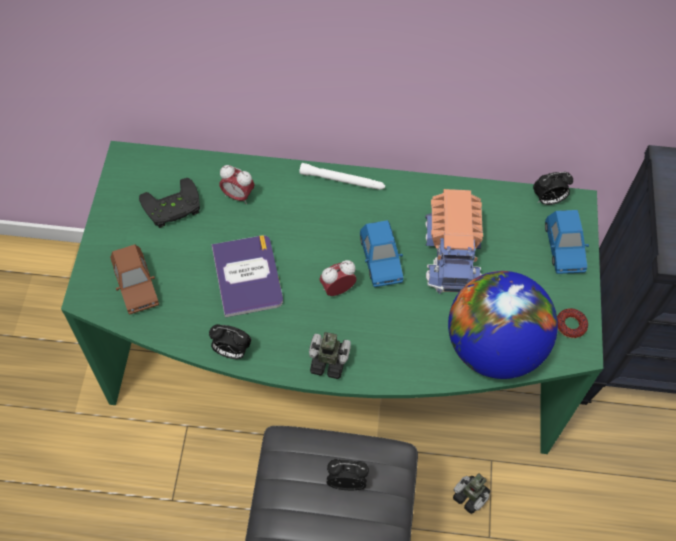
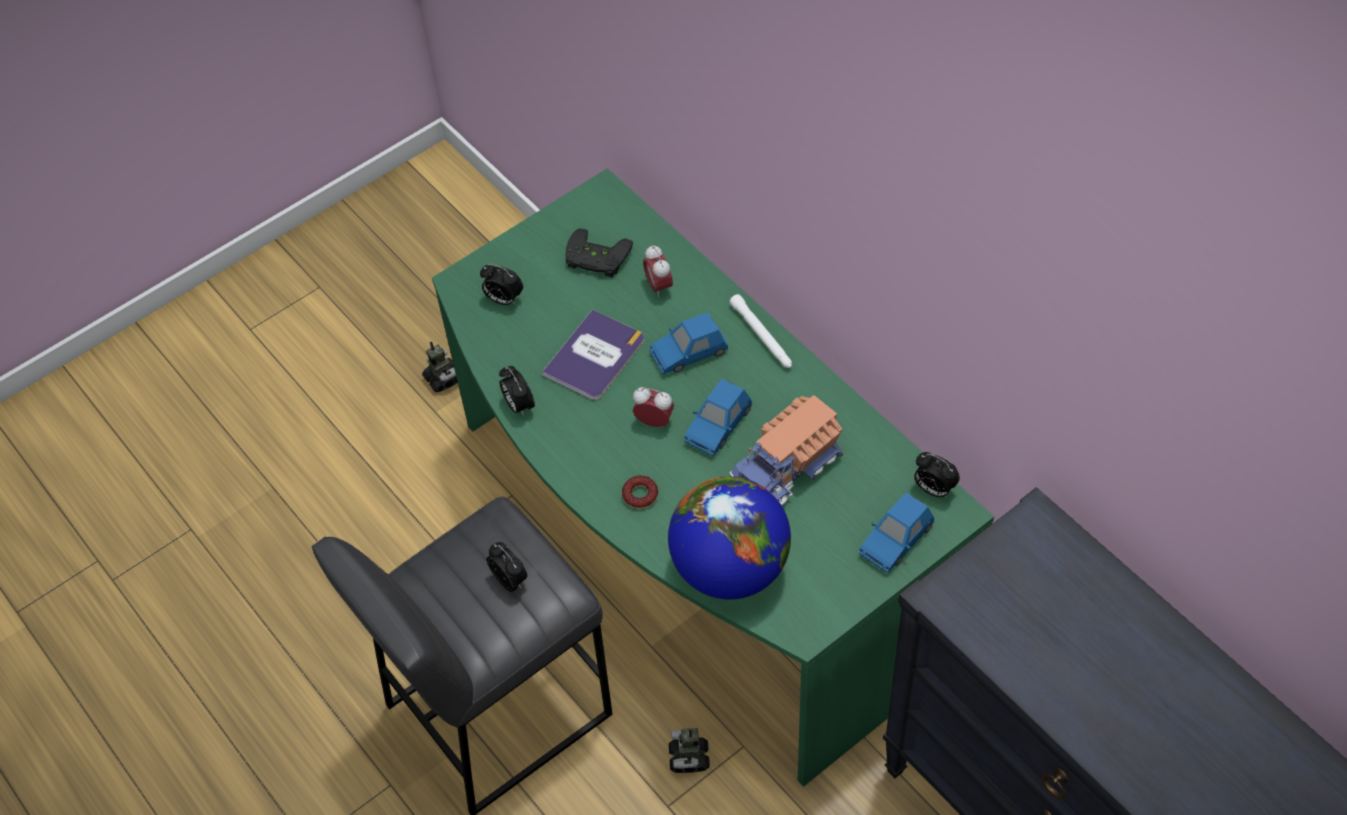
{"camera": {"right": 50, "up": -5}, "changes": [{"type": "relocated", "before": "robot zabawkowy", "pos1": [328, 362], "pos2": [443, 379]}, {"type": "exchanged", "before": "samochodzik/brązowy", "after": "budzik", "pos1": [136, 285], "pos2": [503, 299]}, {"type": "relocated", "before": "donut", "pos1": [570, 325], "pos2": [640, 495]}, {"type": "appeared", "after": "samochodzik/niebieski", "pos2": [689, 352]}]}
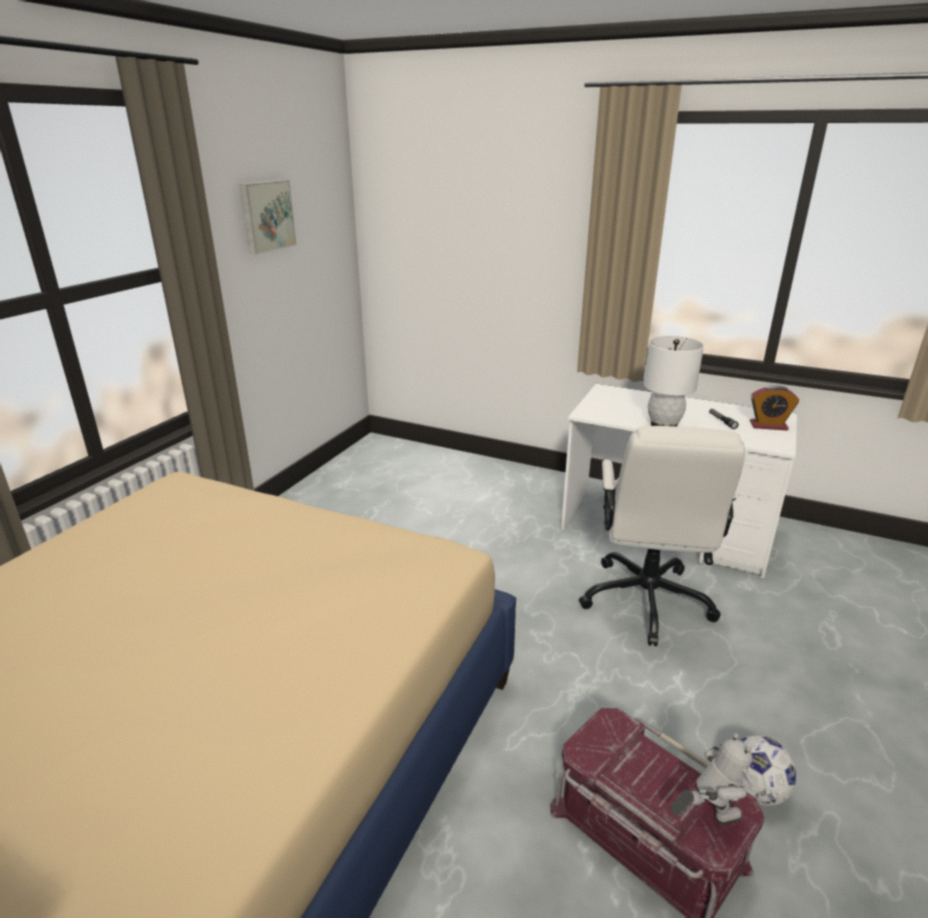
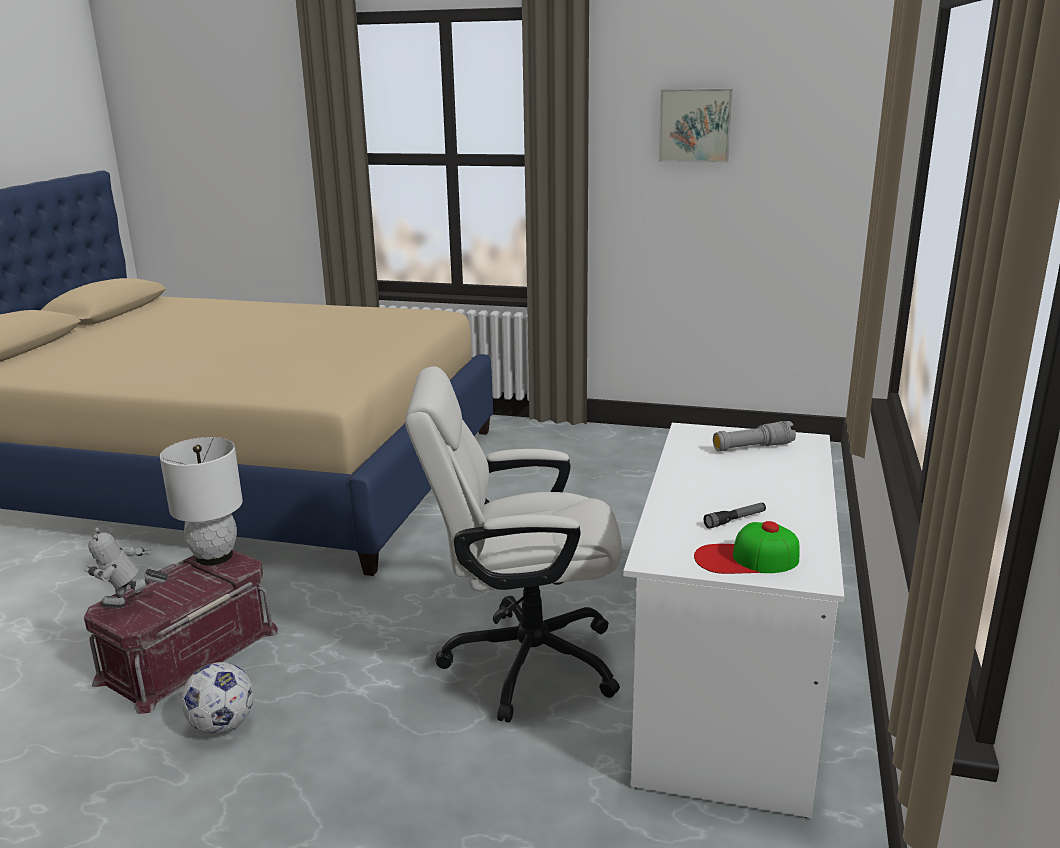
{"camera": {"right": 80, "up": -5}, "changes": [{"type": "spun", "before": "robot zabawkowy", "pos1": [706, 818], "pos2": [131, 607], "turn": 105}, {"type": "relocated", "before": "lampa stołowa/biały", "pos1": [663, 425], "pos2": [215, 556]}, {"type": "exchanged", "before": "budzik", "after": "czapka z daszkiem", "pos1": [768, 426], "pos2": [746, 558]}, {"type": "appeared", "after": "latarka/szary", "pos2": [752, 447]}]}
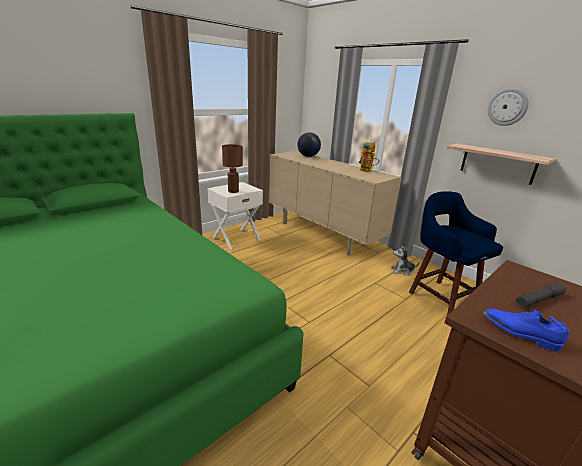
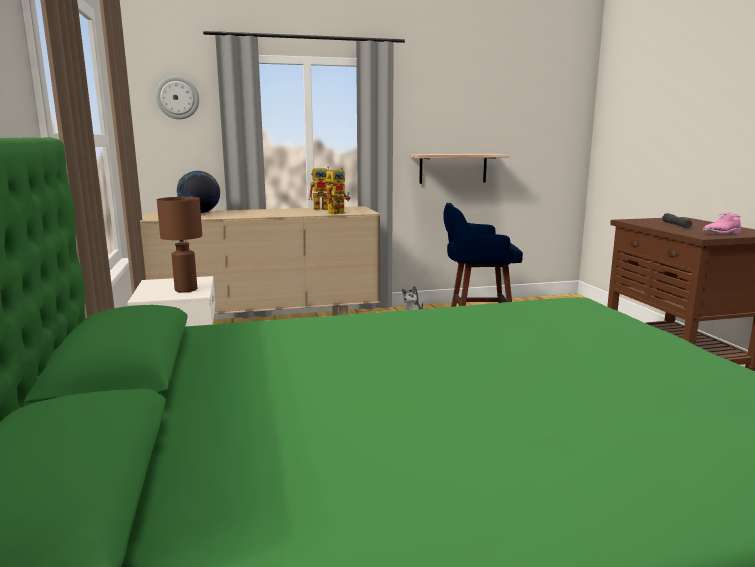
{"camera": {"right": -60, "up": -10}, "changes": [{"type": "relocated", "before": "zegar ścienny", "pos1": [507, 107], "pos2": [177, 98]}, {"type": "appeared", "after": "robot zabawkowy", "pos2": [338, 212]}, {"type": "colour", "before": "but/niebieski", "after": "but/różowy", "pos1": [519, 333], "pos2": [721, 234]}]}
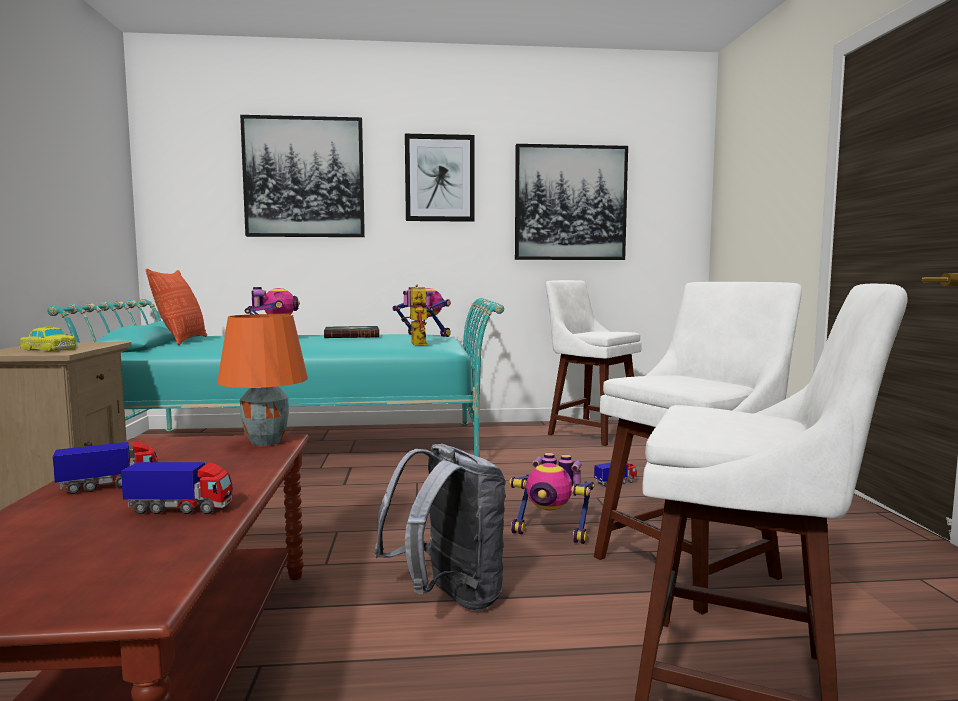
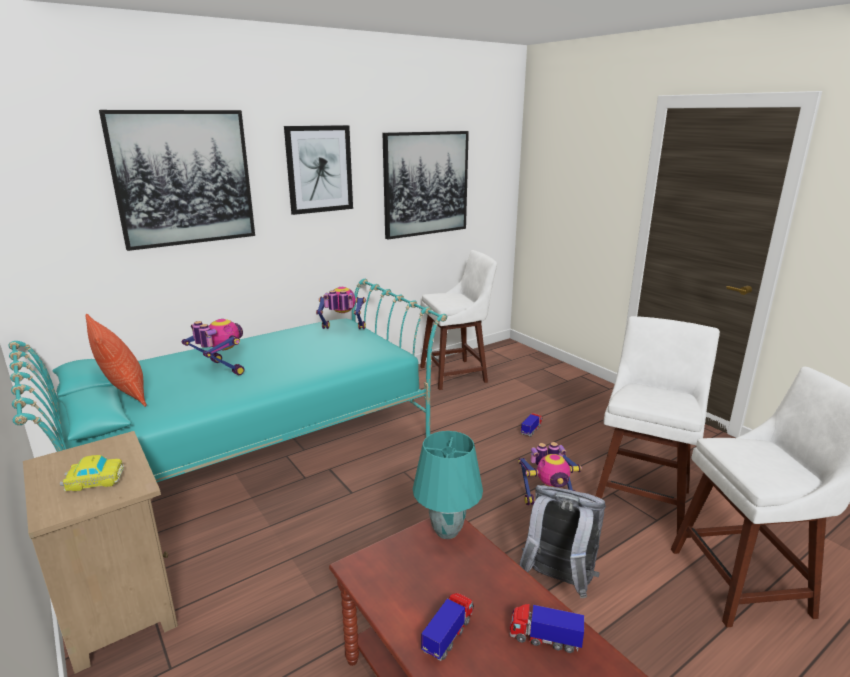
{"camera": {"right": -30, "up": 15}, "changes": [{"type": "colour", "before": "lampa stołowa/pomarańczowy", "after": "lampa stołowa/turkusowy", "pos1": [267, 442], "pos2": [447, 531]}, {"type": "spun", "before": "krzesło/biały", "pos1": [590, 432], "pos2": [457, 374], "turn": 150}, {"type": "spun", "before": "ciężarówka zabawkowa", "pos1": [181, 509], "pos2": [544, 639], "turn": -135}, {"type": "missing", "before": "książka", "pos1": [352, 335]}, {"type": "missing", "before": "robot zabawkowy", "pos1": [416, 343]}]}
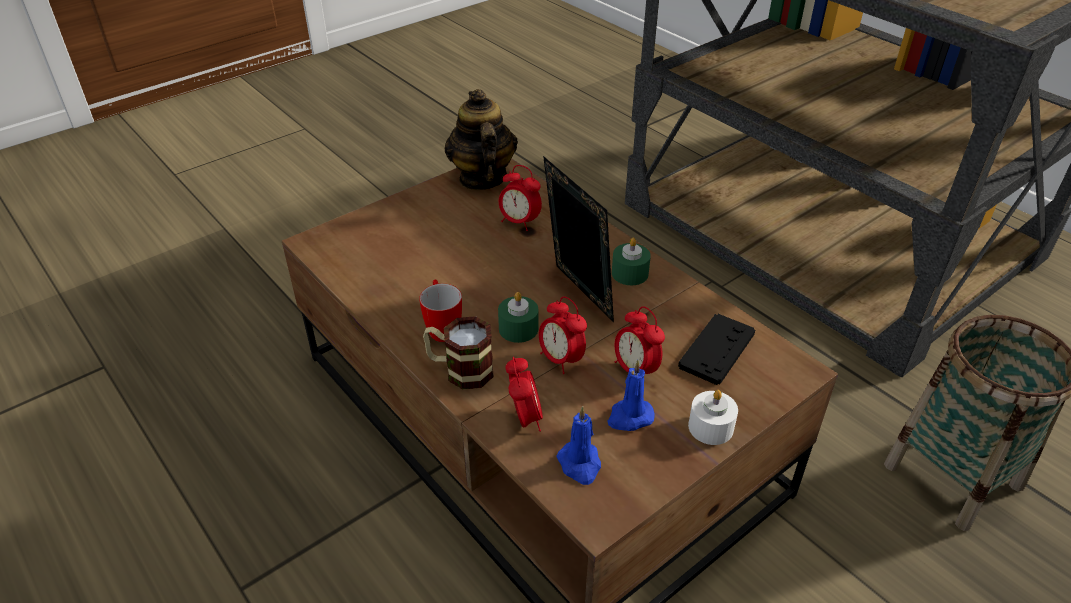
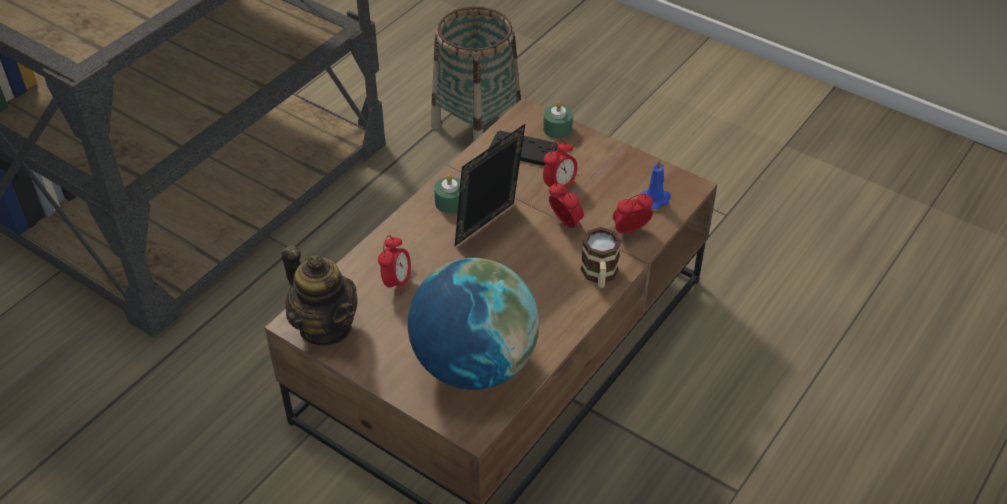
{"camera": {"right": -105, "up": 5}, "changes": [{"type": "spun", "before": "imbryk", "pos1": [482, 178], "pos2": [325, 327], "turn": -105}, {"type": "appeared", "after": "globus", "pos2": [474, 364]}, {"type": "relocated", "before": "świeca/zielony", "pos1": [518, 328], "pos2": [557, 129]}, {"type": "spun", "before": "budzik", "pos1": [561, 359], "pos2": [565, 224], "turn": -75}, {"type": "missing", "before": "kubek", "pos1": [442, 327]}, {"type": "missing", "before": "świeca/niebieski", "pos1": [629, 417]}, {"type": "missing", "before": "świeca/biały", "pos1": [710, 427]}]}
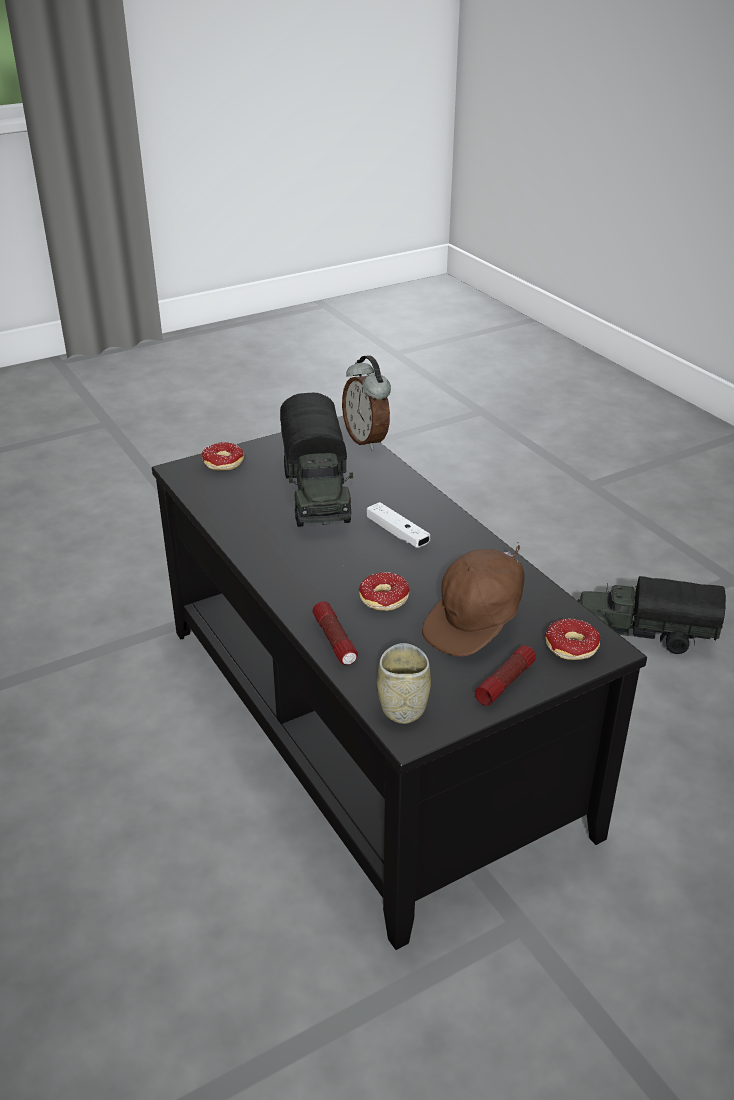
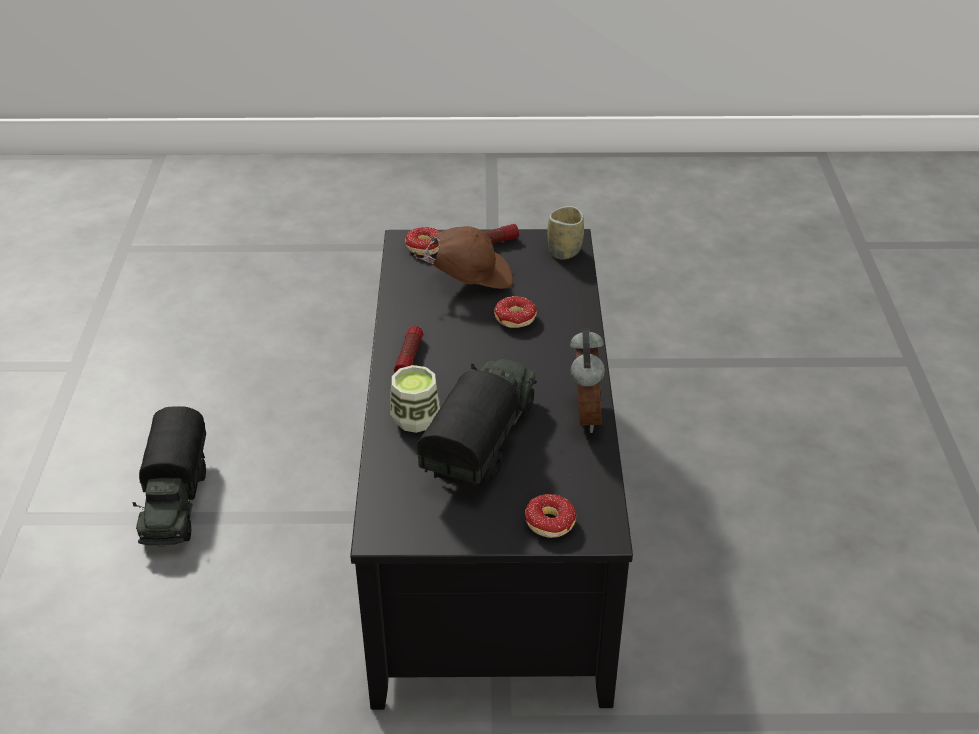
{"camera": {"right": -150, "up": 5}, "changes": [{"type": "spun", "before": "ciężarówka zabawkowa", "pos1": [642, 634], "pos2": [175, 501], "turn": 45}, {"type": "appeared", "after": "filiżanka", "pos2": [415, 419]}, {"type": "relocated", "before": "latarka", "pos1": [335, 641], "pos2": [409, 357]}, {"type": "relocated", "before": "budzik", "pos1": [367, 440], "pos2": [584, 416]}, {"type": "missing", "before": "pad do gier/biały", "pos1": [397, 533]}]}
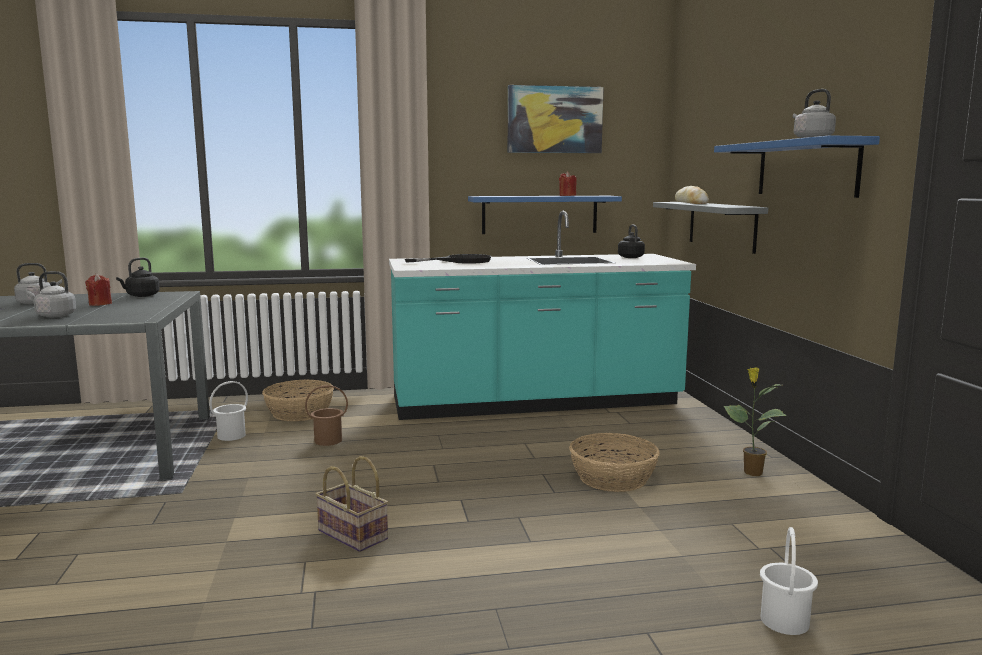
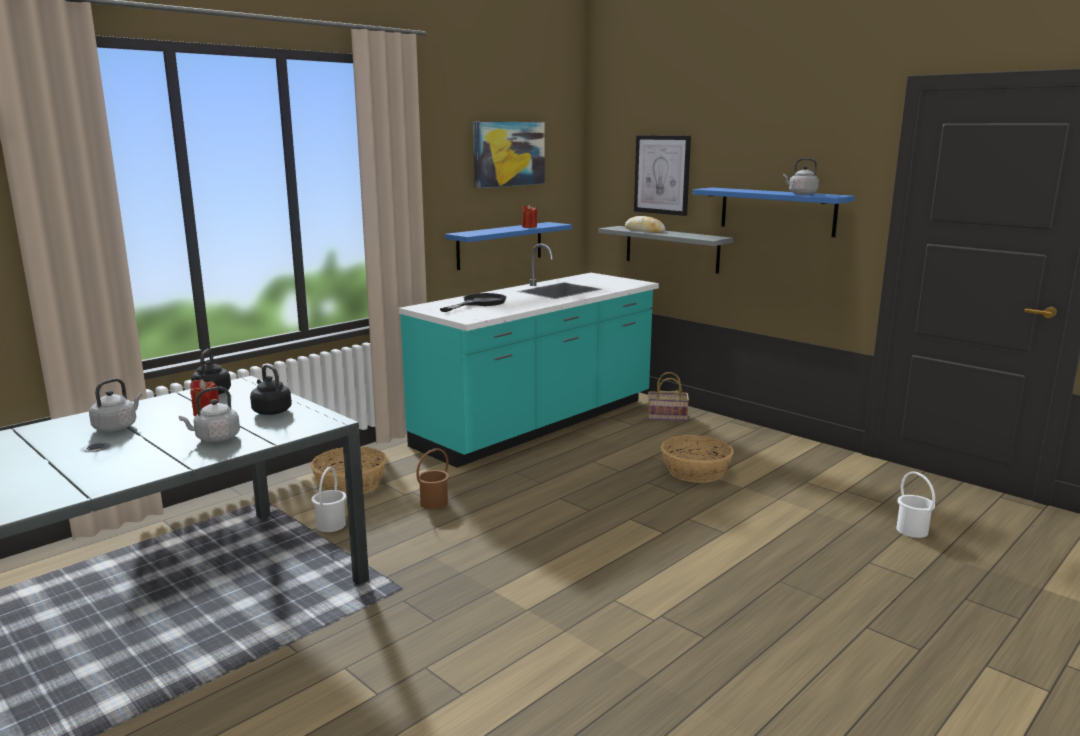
{"camera": {"right": -35, "up": 5}, "changes": [{"type": "relocated", "before": "czajnik/czarny", "pos1": [630, 257], "pos2": [271, 411]}, {"type": "appeared", "after": "obraz", "pos2": [662, 174]}, {"type": "relocated", "before": "koszyk", "pos1": [350, 535], "pos2": [666, 417]}, {"type": "missing", "before": "roślina doniczkowa", "pos1": [751, 472]}]}
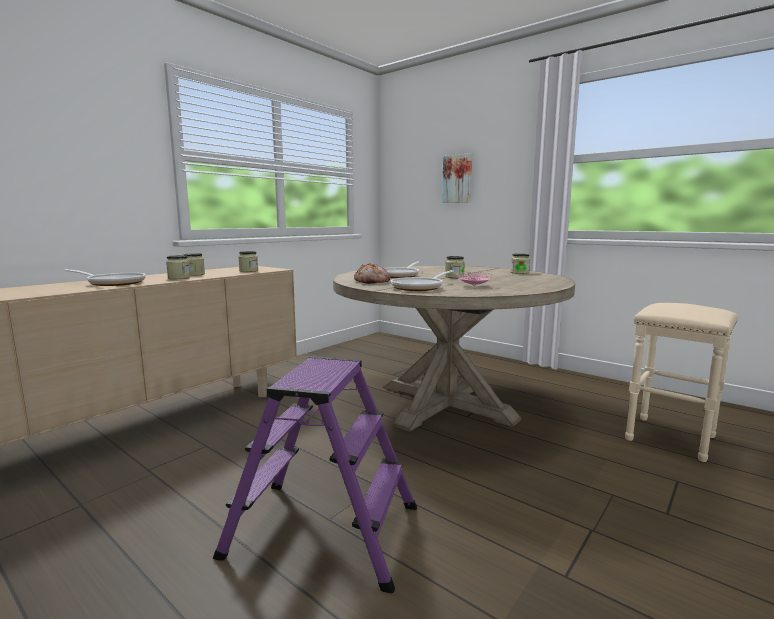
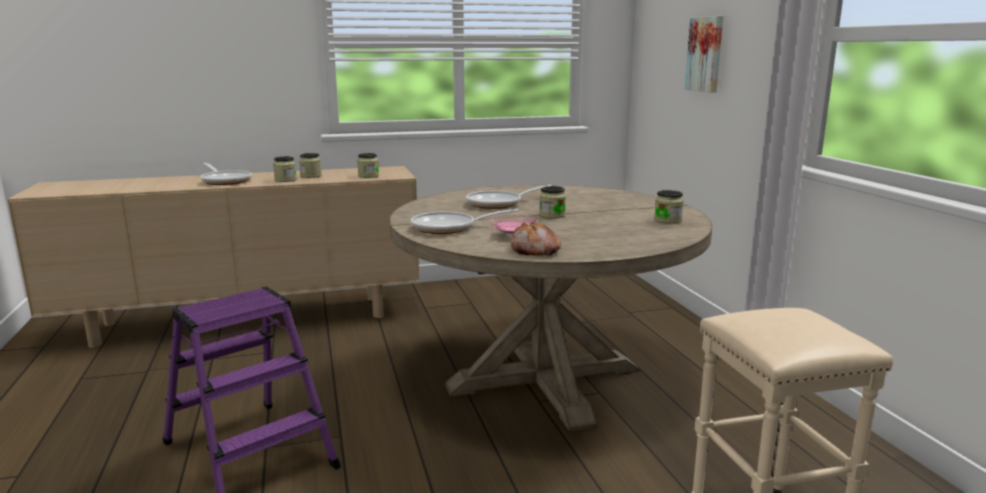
{"camera": {"right": 35, "up": 5}, "changes": [{"type": "relocated", "before": "chleb", "pos1": [372, 282], "pos2": [534, 250]}]}
